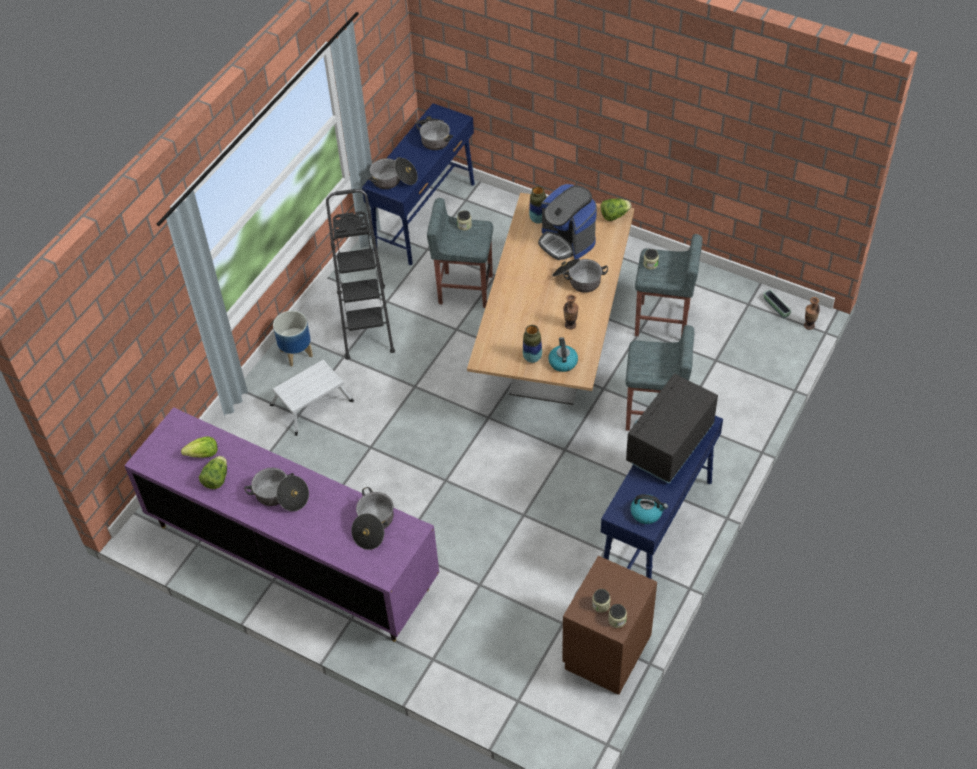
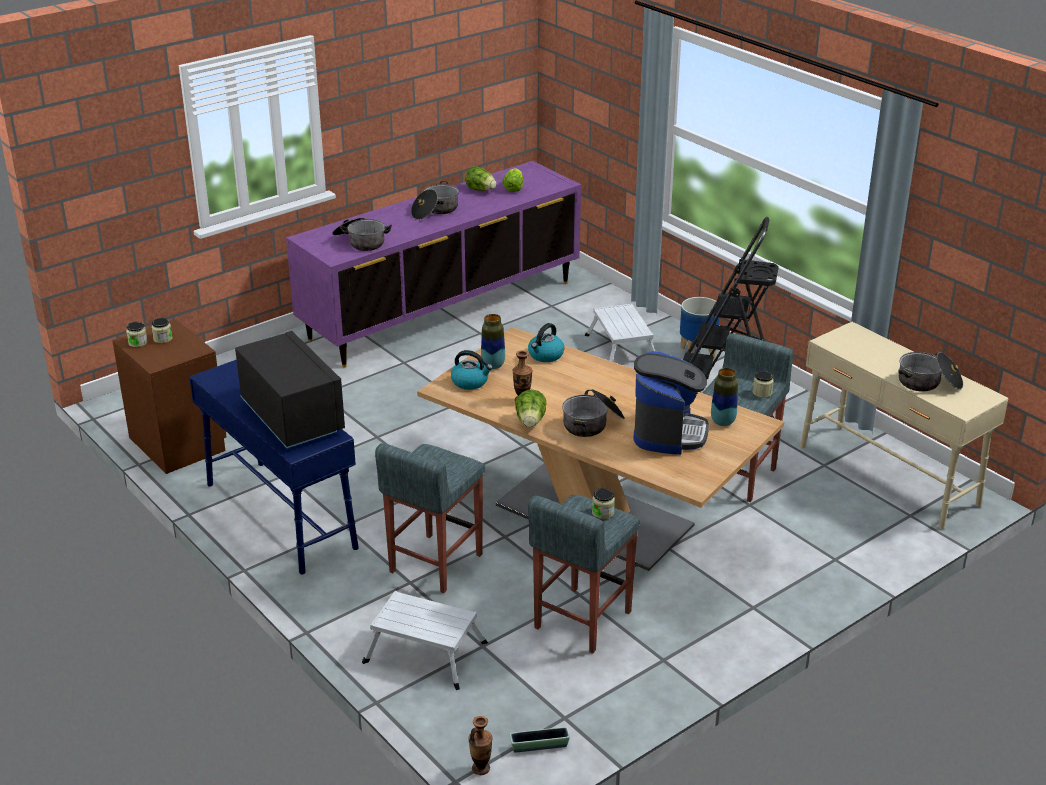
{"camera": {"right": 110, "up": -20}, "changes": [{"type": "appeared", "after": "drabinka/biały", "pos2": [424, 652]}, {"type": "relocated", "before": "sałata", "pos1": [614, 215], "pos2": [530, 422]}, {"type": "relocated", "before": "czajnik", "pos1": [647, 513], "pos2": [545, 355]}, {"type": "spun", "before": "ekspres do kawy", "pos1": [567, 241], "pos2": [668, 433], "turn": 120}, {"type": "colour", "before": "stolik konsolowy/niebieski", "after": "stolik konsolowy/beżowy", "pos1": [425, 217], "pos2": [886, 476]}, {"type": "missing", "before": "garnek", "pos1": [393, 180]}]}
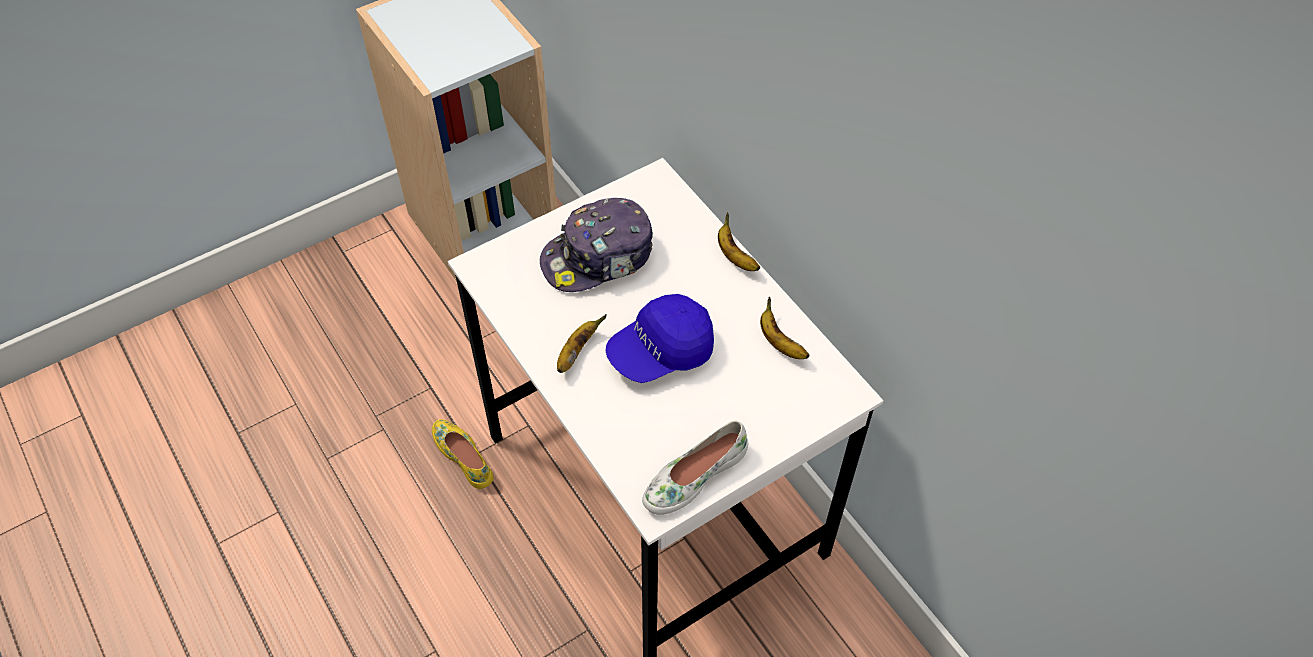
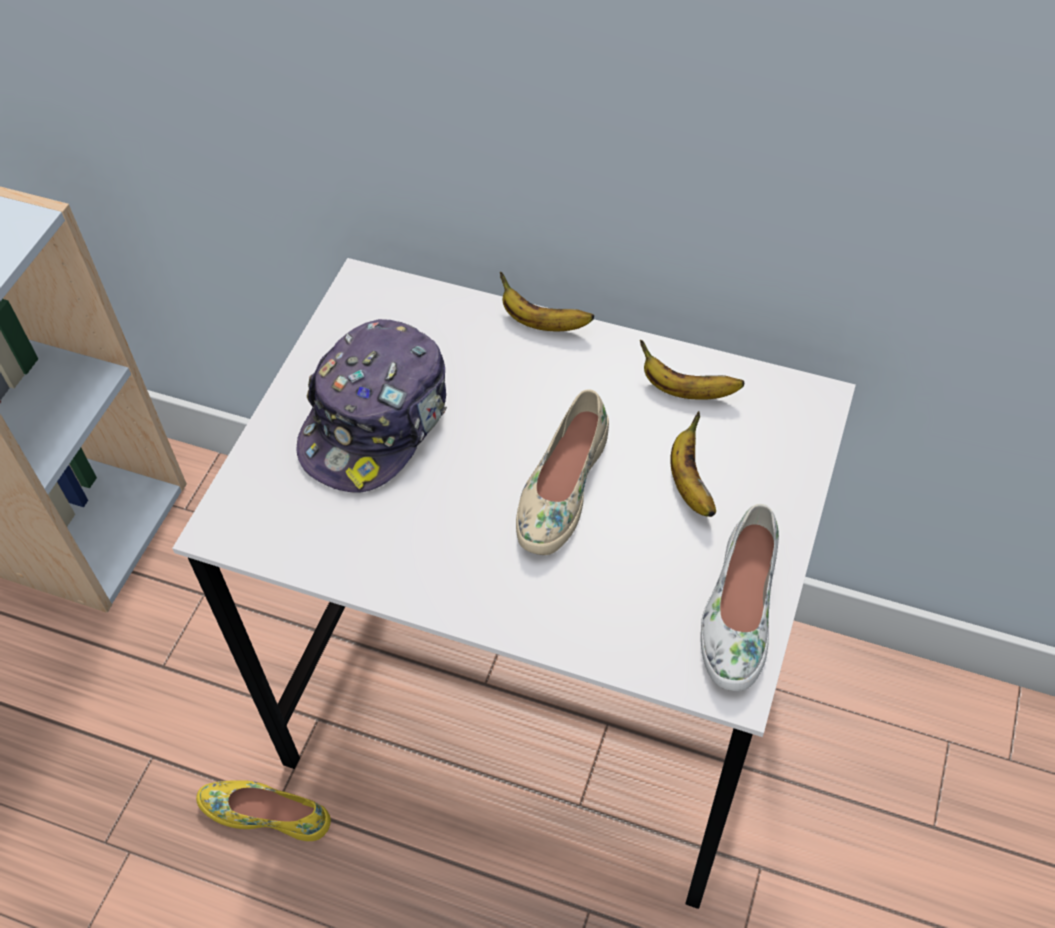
{"camera": {"right": -35, "up": 0}, "changes": [{"type": "exchanged", "before": "czapka z daszkiem/niebieski", "after": "but/beżowy", "pos1": [661, 352], "pos2": [560, 488]}, {"type": "relocated", "before": "banan", "pos1": [576, 352], "pos2": [689, 483]}]}
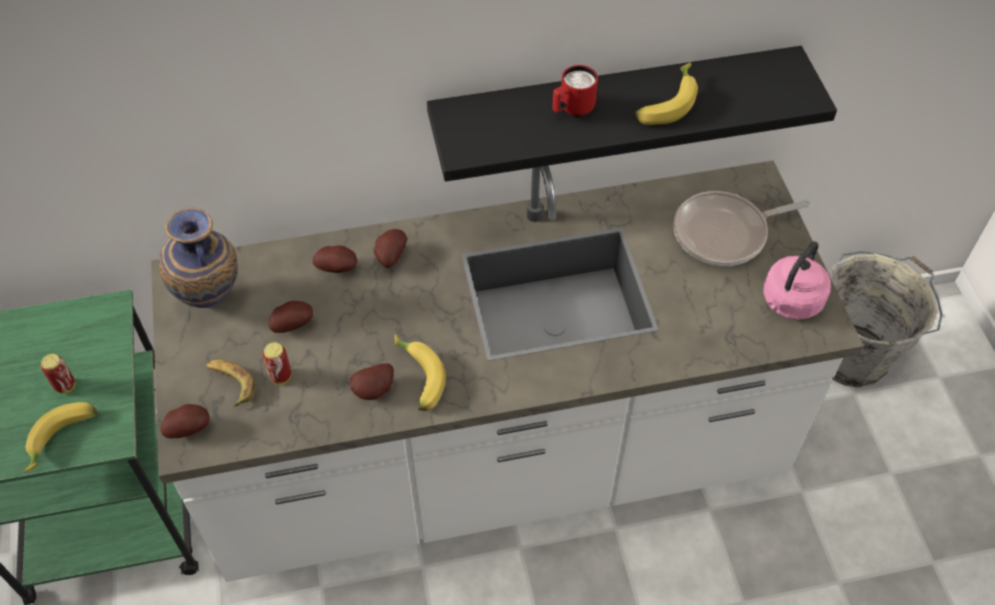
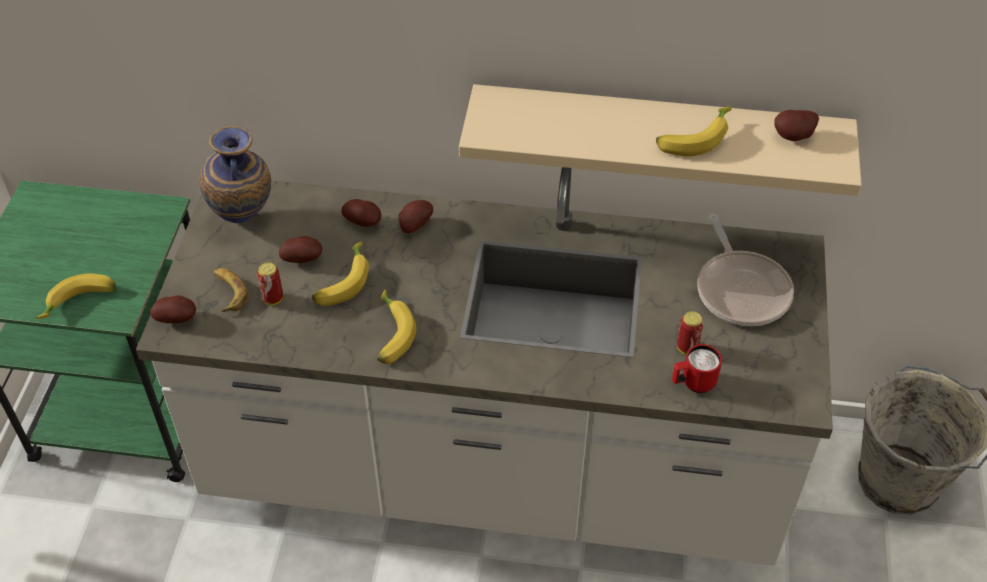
{"camera": {"right": 20, "up": -5}, "changes": [{"type": "appeared", "after": "banan", "pos2": [342, 282]}, {"type": "colour", "before": "półka/czarny", "after": "półka/beżowy", "pos1": [614, 106], "pos2": [657, 136]}, {"type": "relocated", "before": "kubek/czerwony", "pos1": [572, 110], "pos2": [693, 383]}, {"type": "relocated", "before": "puszka", "pos1": [65, 386], "pos2": [687, 348]}, {"type": "spun", "before": "patelnia", "pos1": [725, 233], "pos2": [741, 289], "turn": -105}, {"type": "relocated", "before": "ziemniak", "pos1": [375, 391], "pos2": [794, 138]}, {"type": "missing", "before": "czajnik/różowy", "pos1": [789, 302]}]}
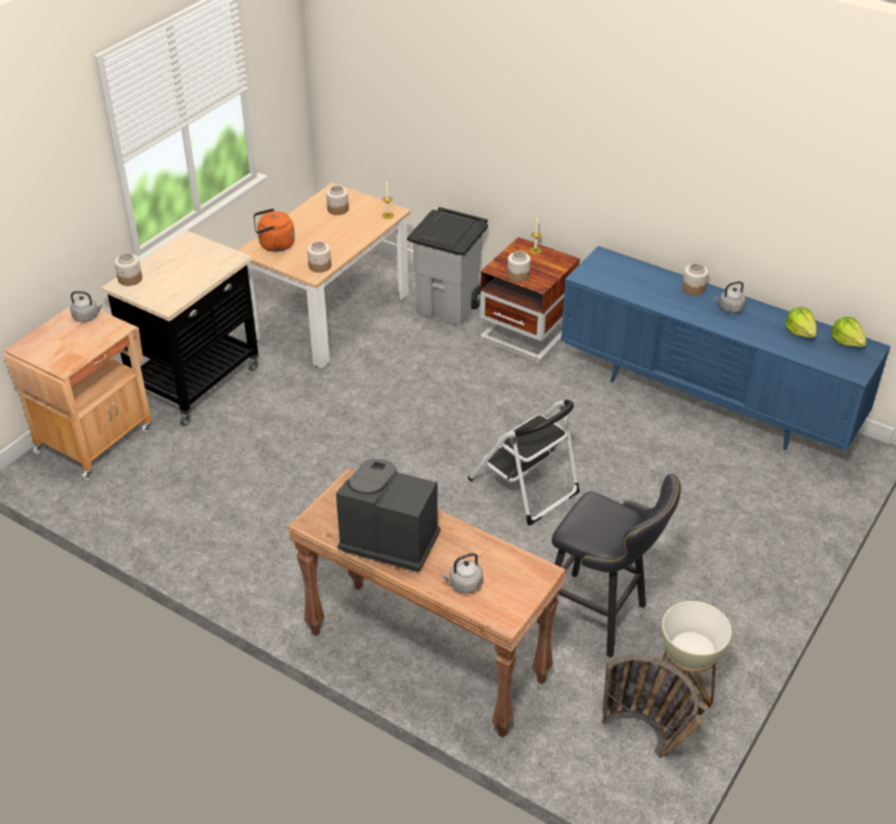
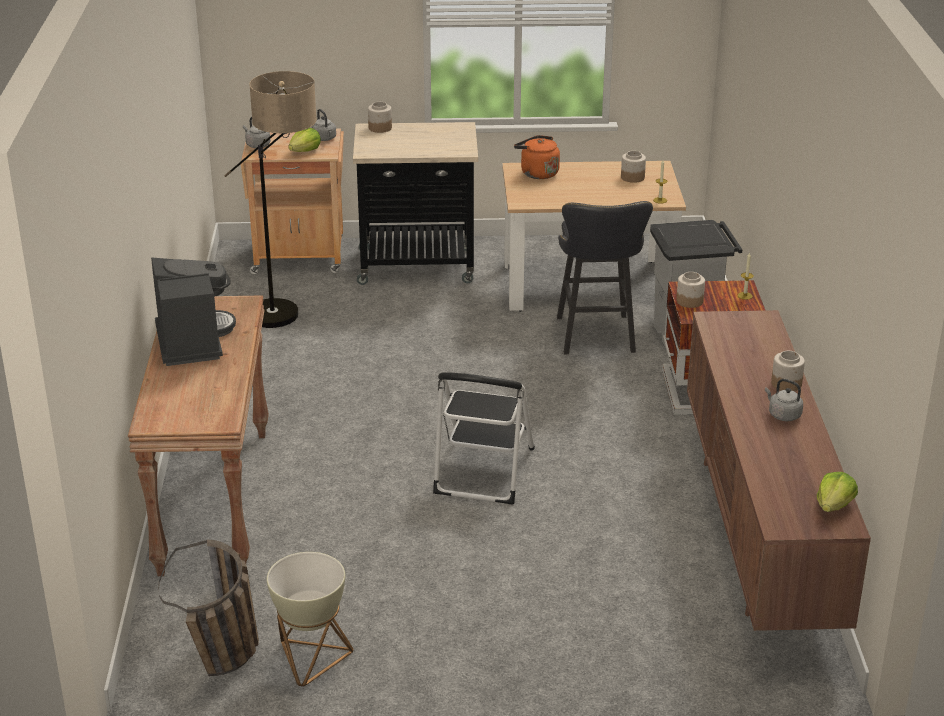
{"camera": {"right": 55, "up": -10}, "changes": [{"type": "appeared", "after": "lampa stojąca", "pos2": [286, 322]}, {"type": "relocated", "before": "czajnik/szary", "pos1": [464, 584], "pos2": [257, 145]}, {"type": "relocated", "before": "sałata", "pos1": [800, 332], "pos2": [305, 151]}, {"type": "relocated", "before": "stołek/czarny", "pos1": [603, 619], "pos2": [596, 340]}, {"type": "colour", "before": "szafka/niebieski", "after": "szafka/brązowy", "pos1": [708, 400], "pos2": [759, 536]}, {"type": "missing", "before": "słoik", "pos1": [320, 266]}]}
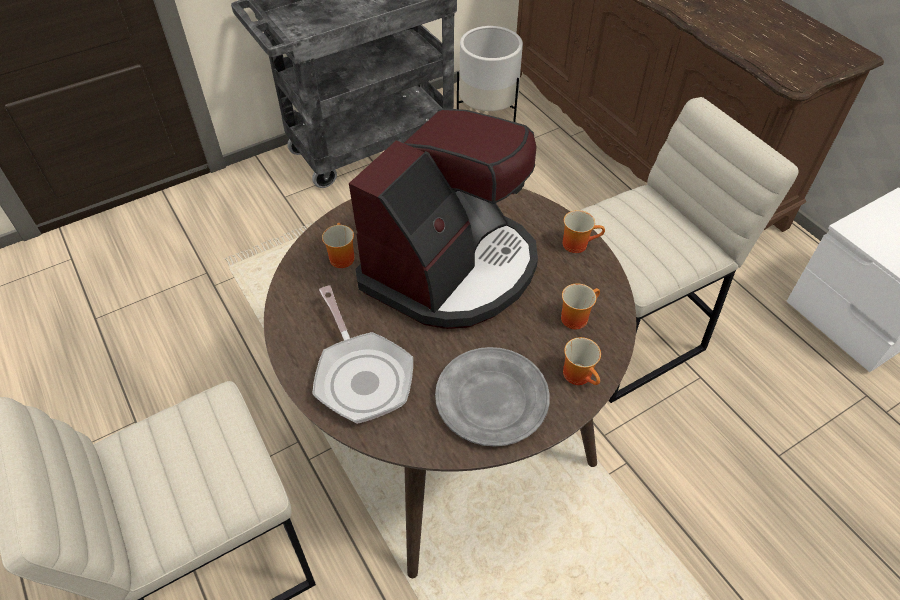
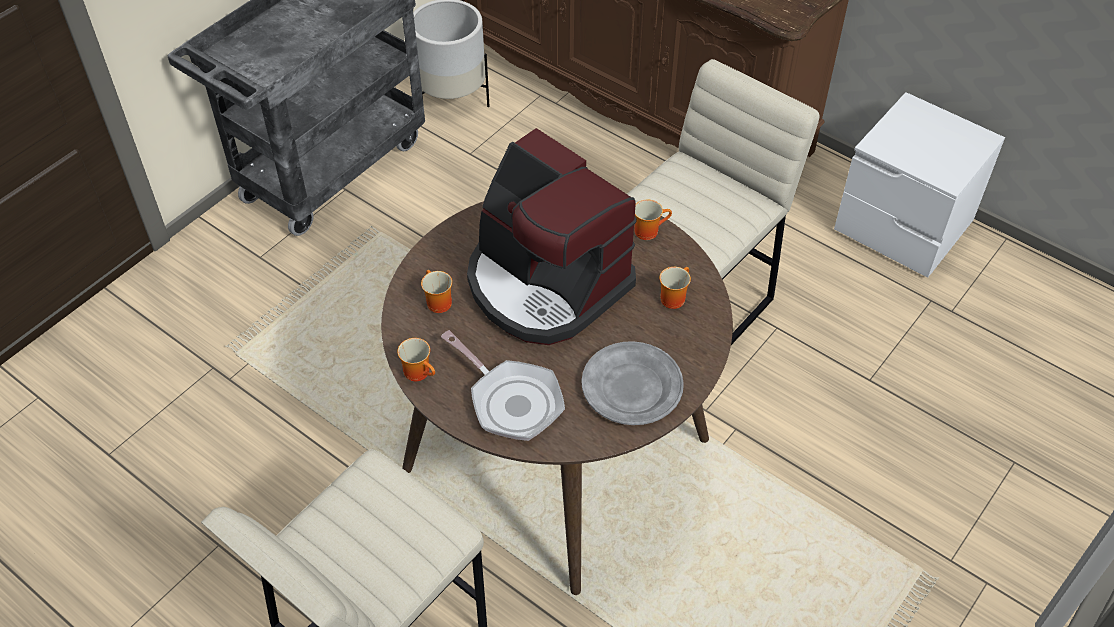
{"camera": {"right": -20, "up": 0}, "changes": [{"type": "relocated", "before": "kubek", "pos1": [581, 375], "pos2": [420, 372]}, {"type": "spun", "before": "ekspres do kawy", "pos1": [452, 268], "pos2": [545, 284], "turn": 120}]}
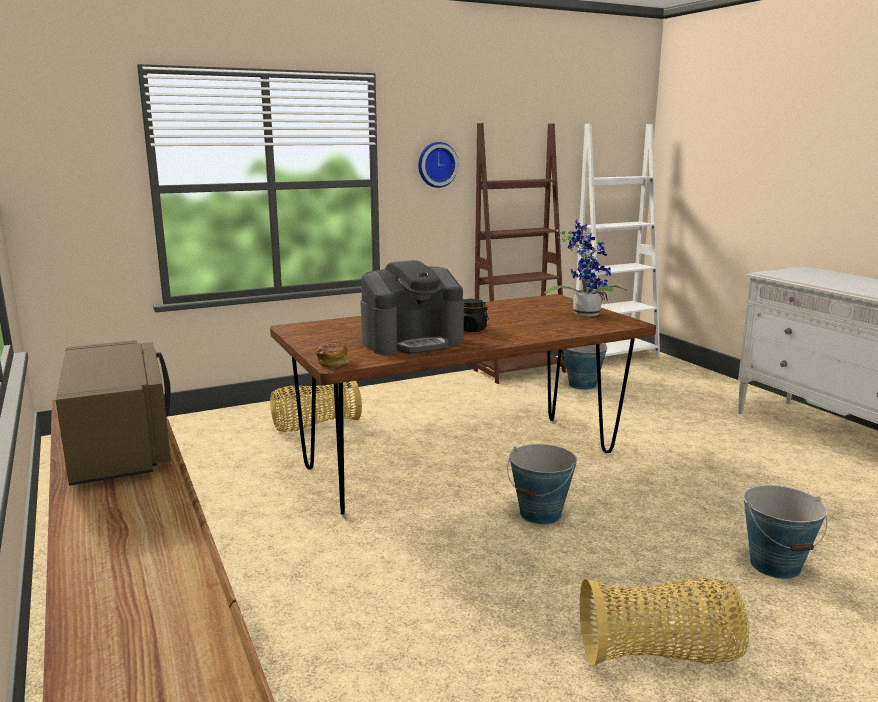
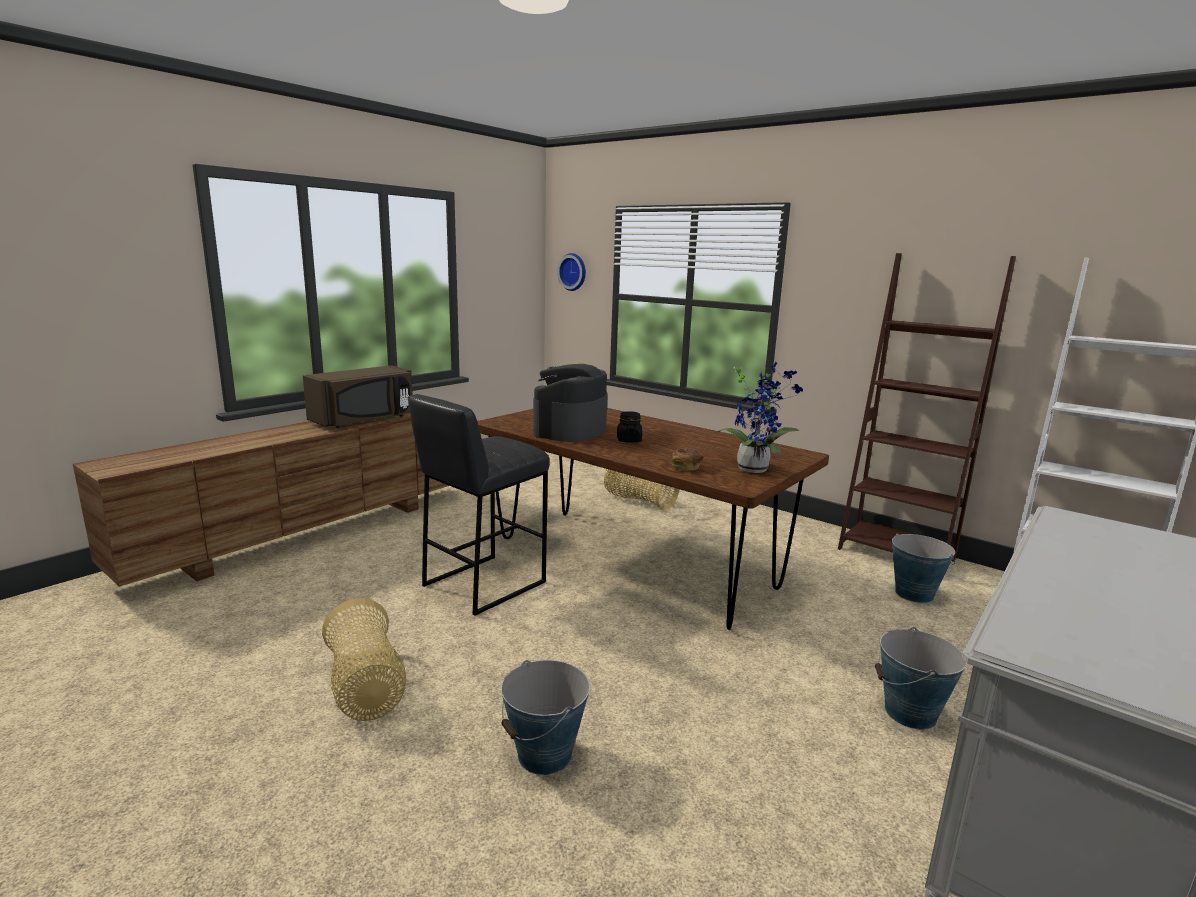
{"camera": {"right": 65, "up": 0}, "changes": [{"type": "appeared", "after": "stołek/szary", "pos2": [482, 584]}, {"type": "spun", "before": "ekspres do kawy", "pos1": [412, 342], "pos2": [570, 430], "turn": 75}, {"type": "relocated", "before": "zegar ścienny", "pos1": [436, 164], "pos2": [573, 272]}, {"type": "relocated", "before": "chleb", "pos1": [332, 362], "pos2": [686, 467]}, {"type": "relocated", "before": "wiadro", "pos1": [540, 514], "pos2": [910, 713]}]}
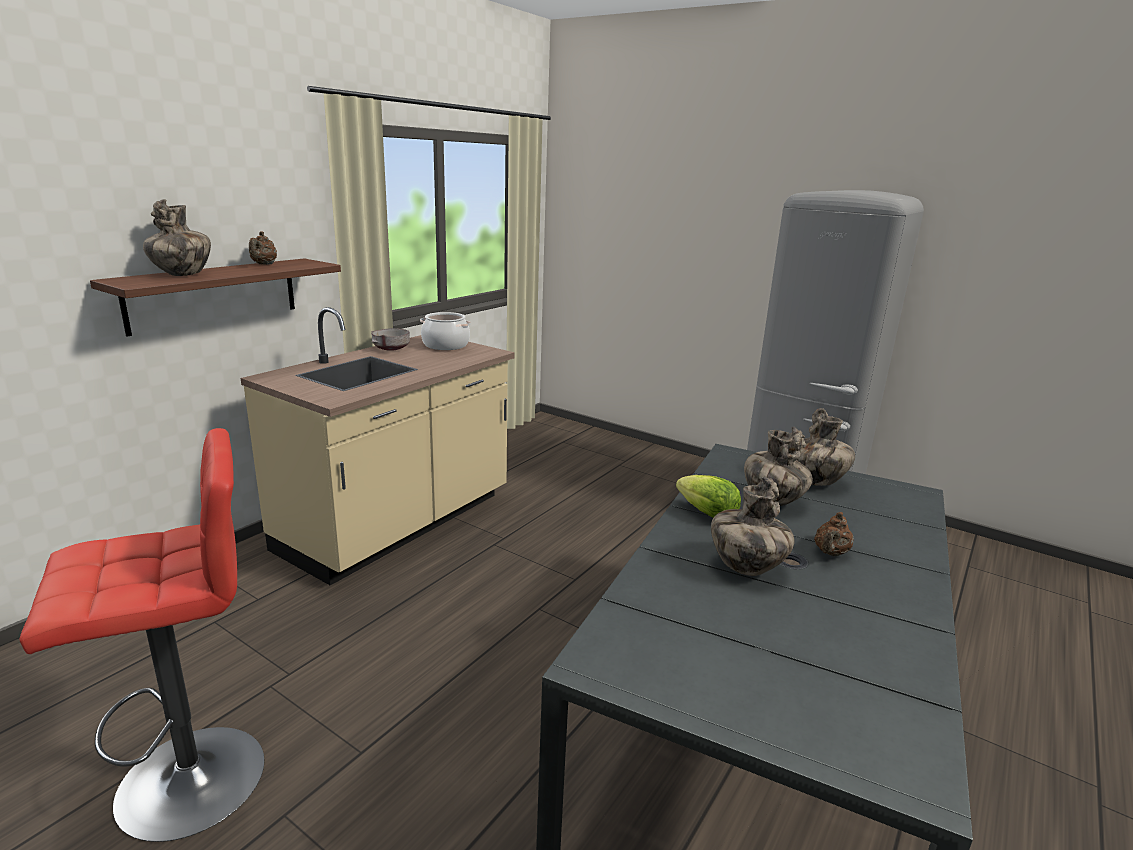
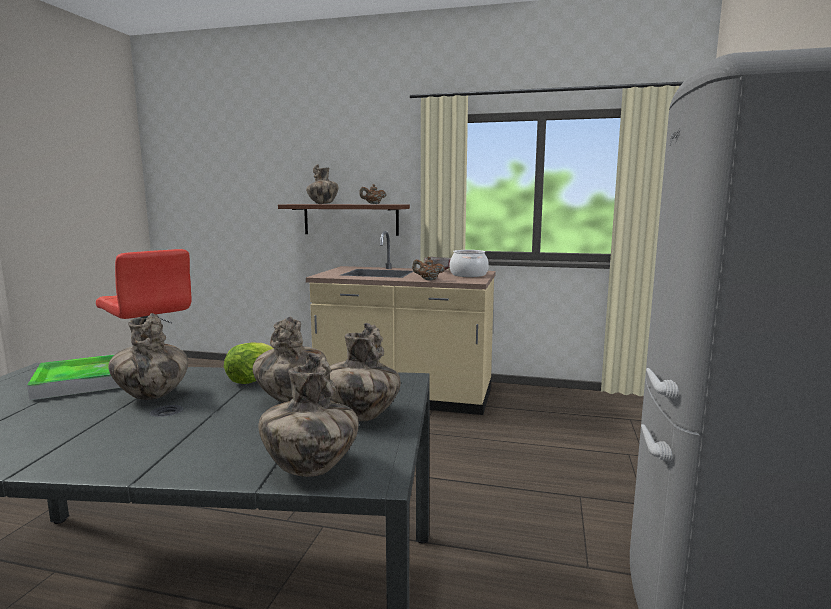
{"camera": {"right": 70, "up": -10}, "changes": [{"type": "appeared", "after": "taca", "pos2": [81, 381]}, {"type": "appeared", "after": "wazon", "pos2": [310, 468]}, {"type": "relocated", "before": "imbryk/brązowy", "pos1": [830, 553], "pos2": [428, 280]}]}
